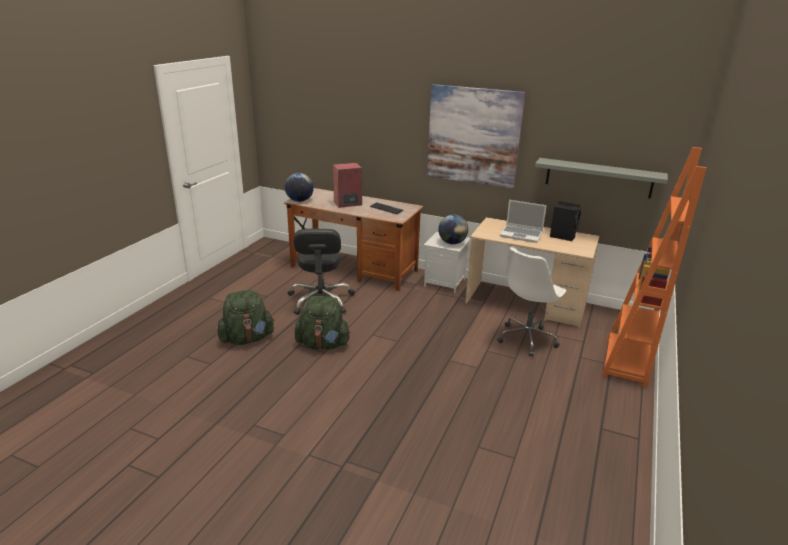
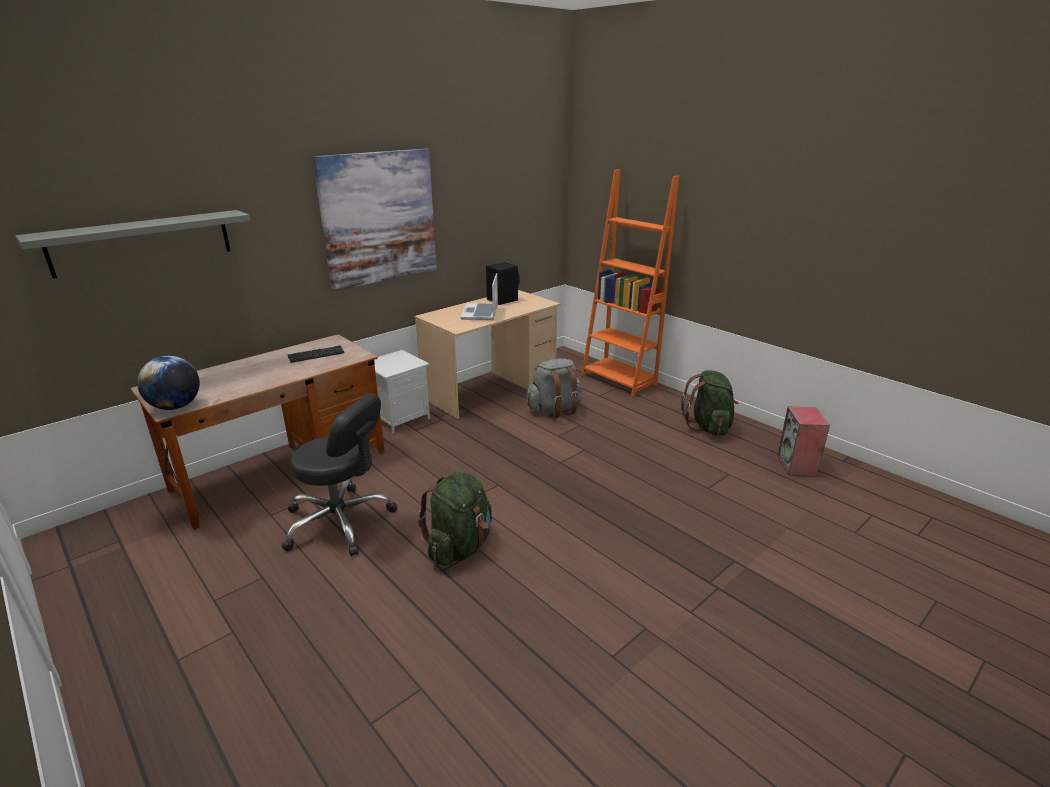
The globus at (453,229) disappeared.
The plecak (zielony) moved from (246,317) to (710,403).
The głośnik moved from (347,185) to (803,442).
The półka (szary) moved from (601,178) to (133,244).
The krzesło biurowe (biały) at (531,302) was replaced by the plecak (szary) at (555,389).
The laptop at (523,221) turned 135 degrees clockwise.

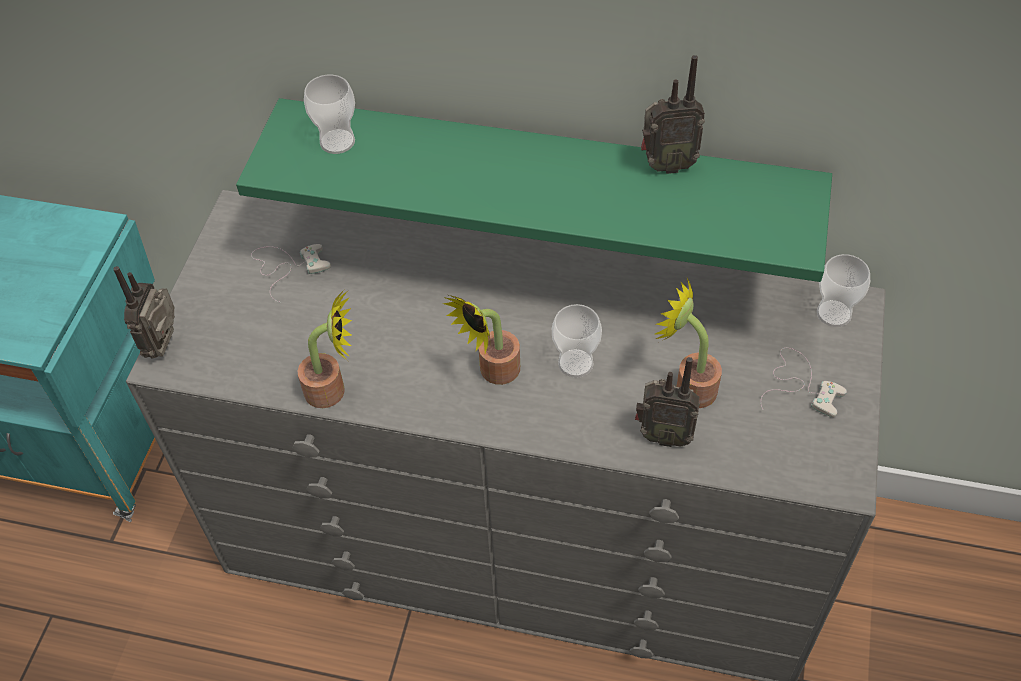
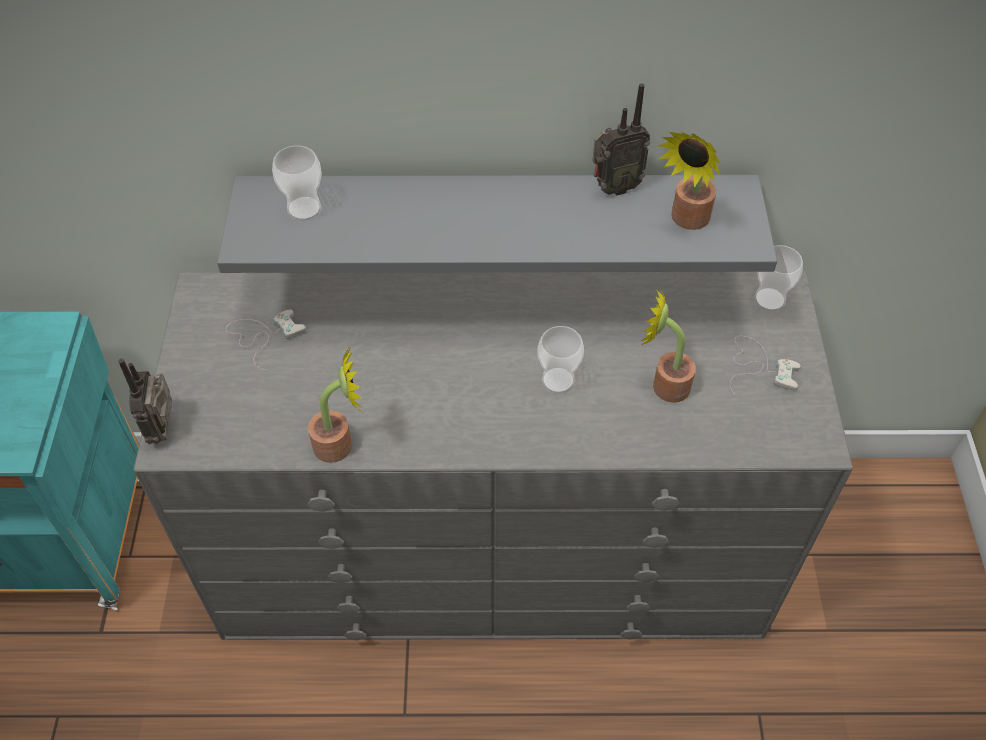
The radio at (667,402) disappeared.
The roślina doniczkowa moved from (481,340) to (689,181).
The półka (zielony) at (534,190) became the półka (szary) at (497,224).

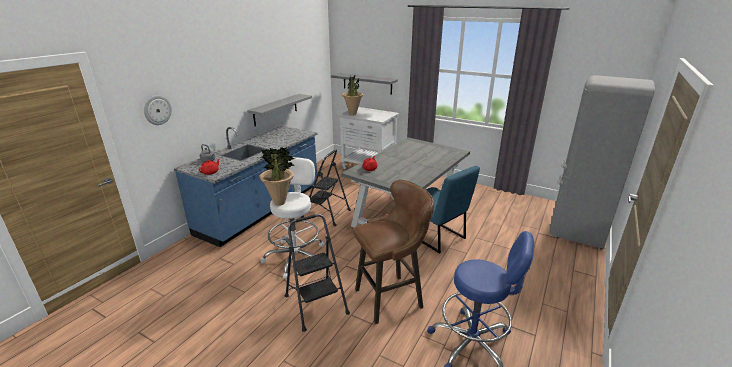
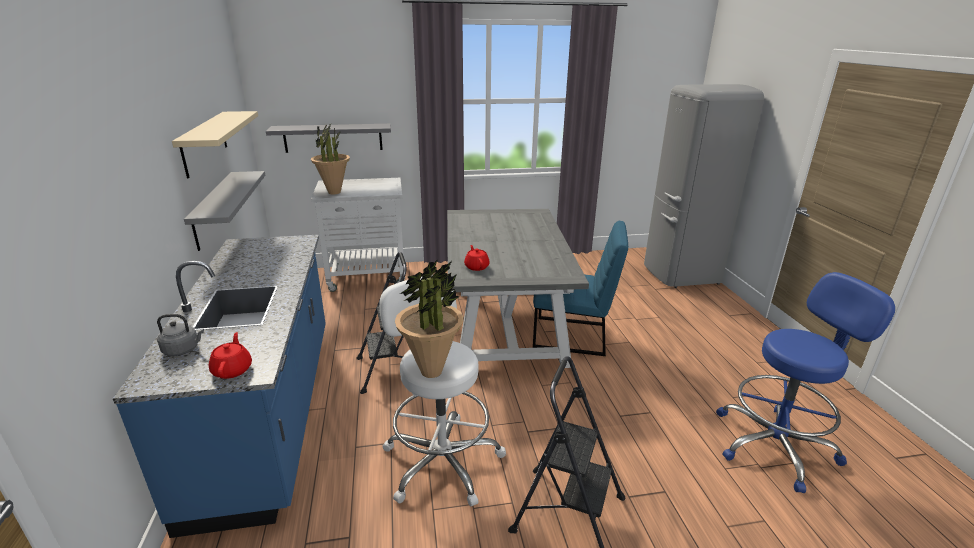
The zegar ścienny at (158,110) disappeared.
The stołek (brązowy) at (393,252) disappeared.
The półka (beżowy) at (215,145) appeared.

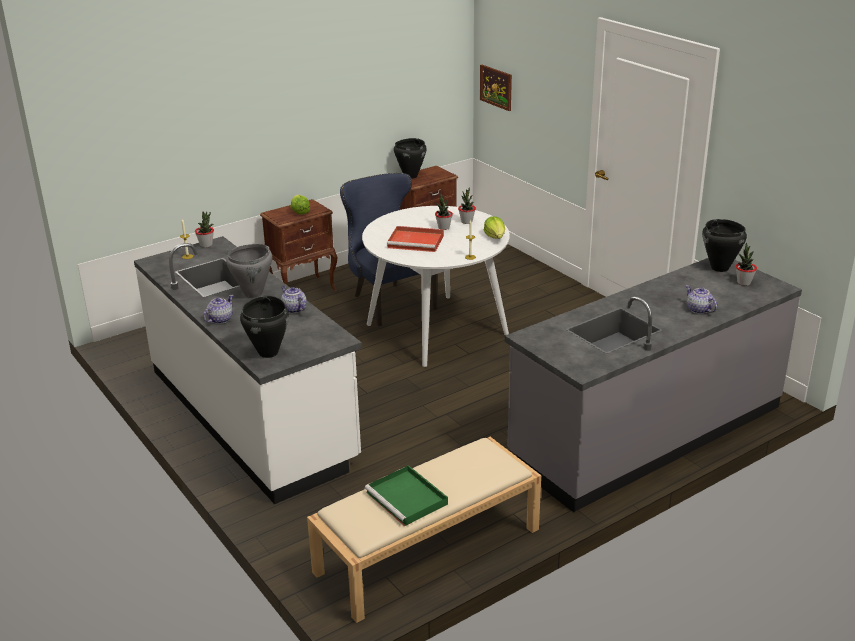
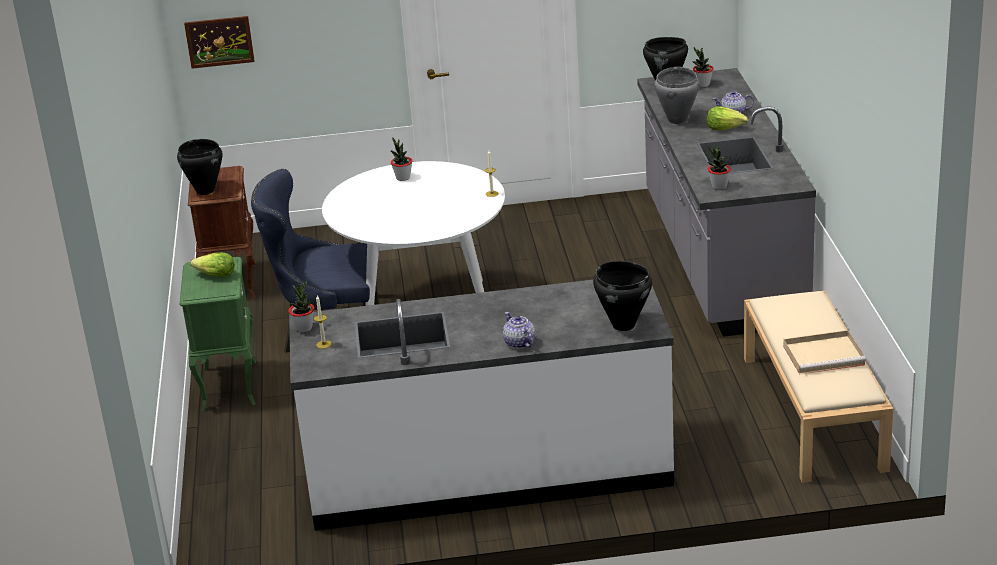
The imbryk at (293,299) disappeared.
The taca (czerwony) at (415,239) disappeared.
The garnek (szary) moved from (249,271) to (676,95).
The roślina doniczkowa moved from (444,212) to (719,168).
The sałata moved from (494,227) to (727,118).
The szafka nocna (brązowy) at (299,245) became the szafka nocna (zielony) at (218,334).
The taca (zielony) at (406,495) became the taca (beżowy) at (824,352).

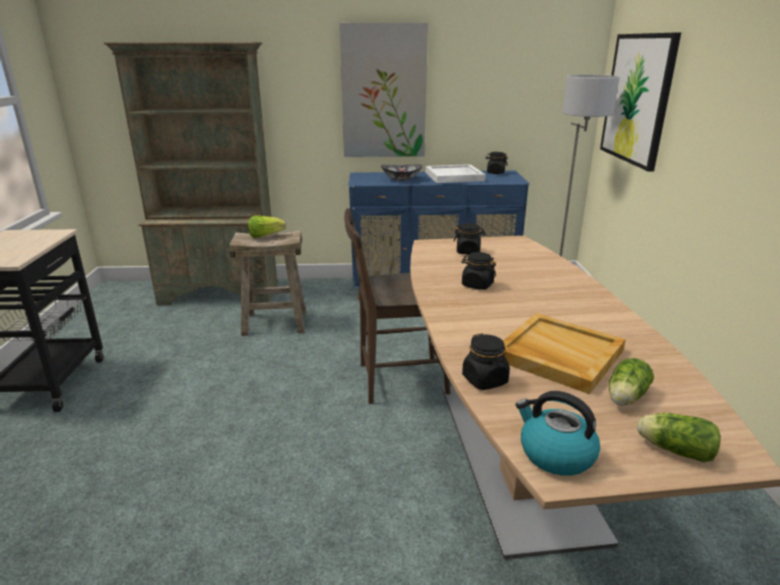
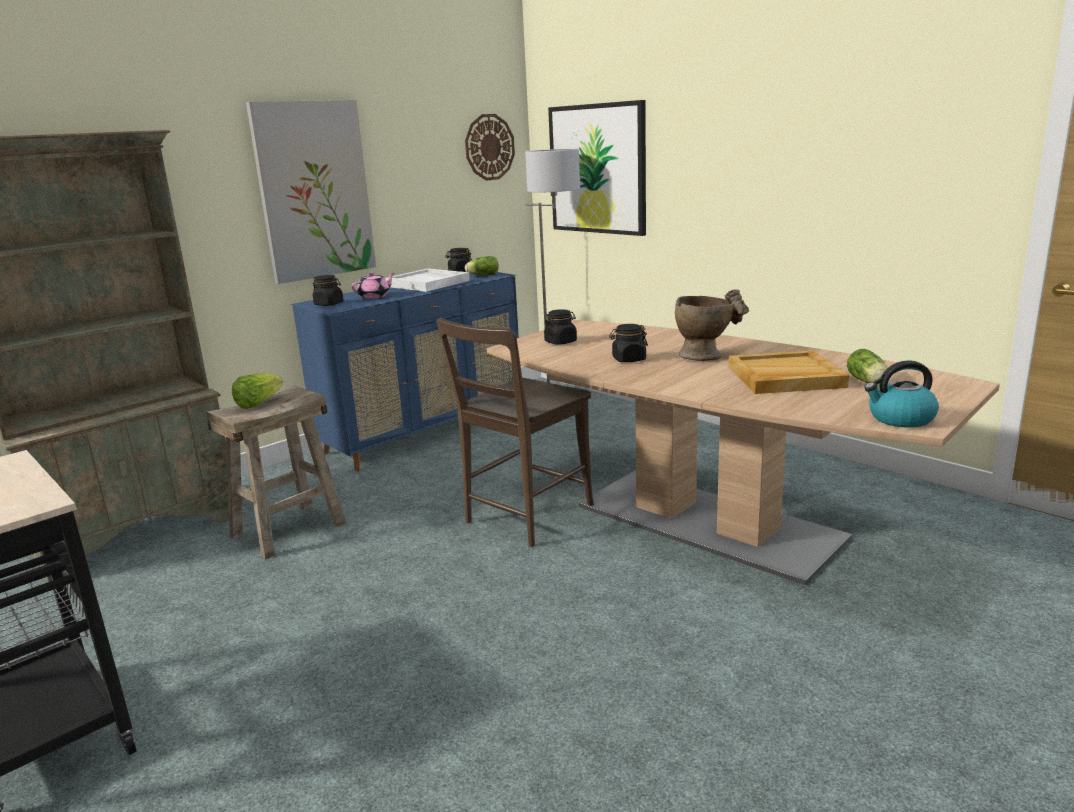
The zegar ścienny at (490,147) appeared.
The wazon (beżowy) at (712,325) appeared.
The słoik (czarny) moved from (486,361) to (328,290).
The sałata moved from (679,437) to (482,265).
The miska at (402,172) was replaced by the imbryk (różowy) at (373,285).

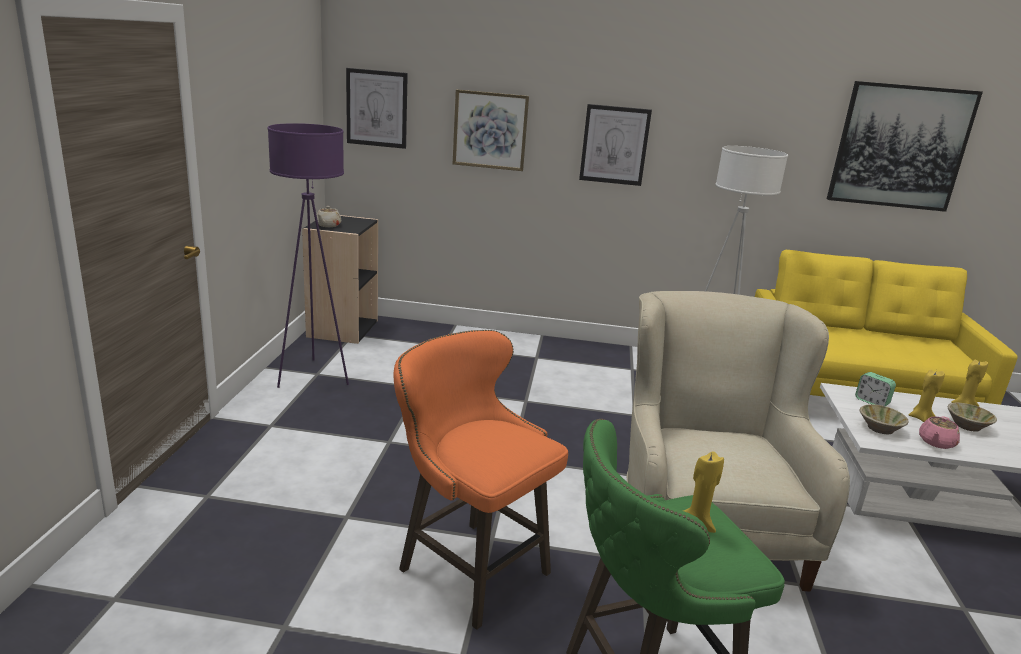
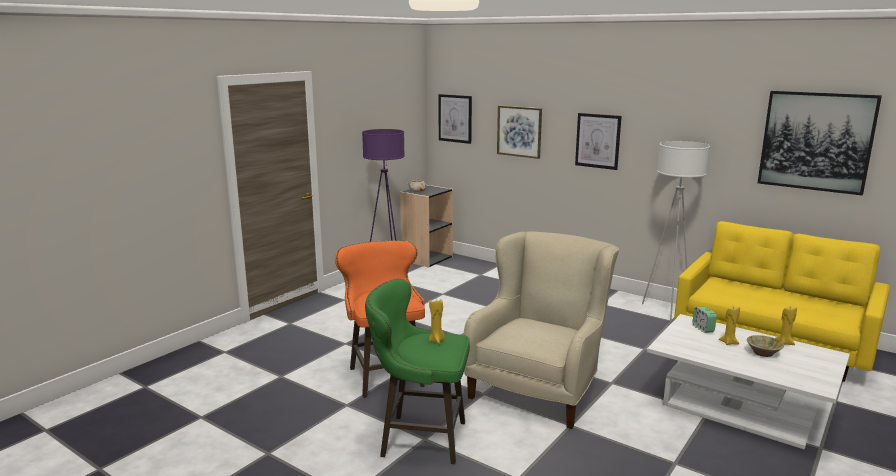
The miska (beżowy) at (884,419) disappeared.
The imbryk (różowy) at (939,432) disappeared.

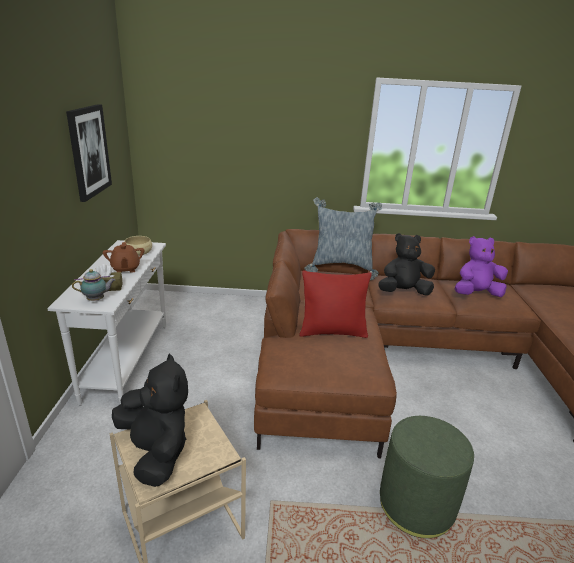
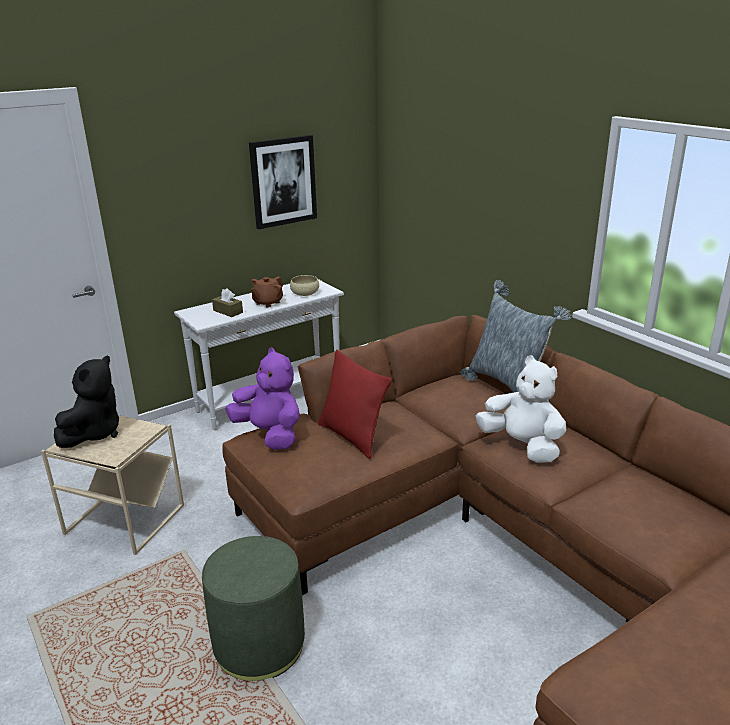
The imbryk at (93,285) disappeared.
The pluszak (fioletowy) moved from (481,266) to (262,399).
The pluszak (czarny) at (407,264) became the pluszak (biały) at (521,409).

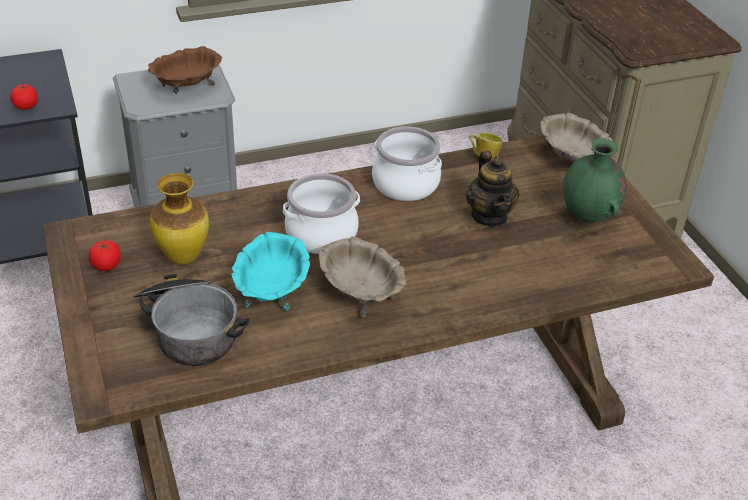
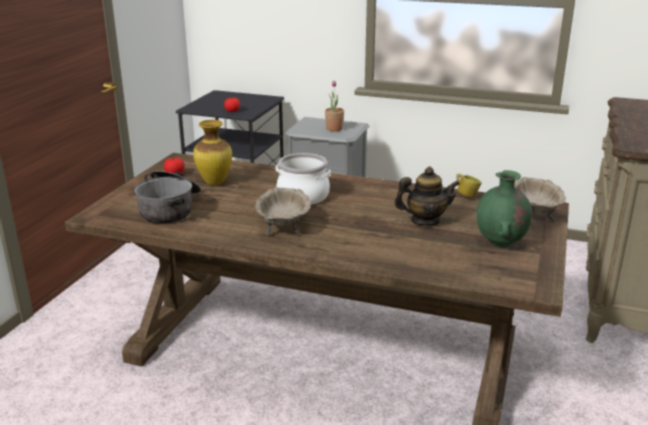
The miska (turkusowy) at (271,271) disappeared.
The garnek at (407,163) disappeared.
The miska (brązowy) at (185,70) was replaced by the roślina doniczkowa at (334,106).
The imbryk at (492,189) turned 120 degrees counterclockwise.

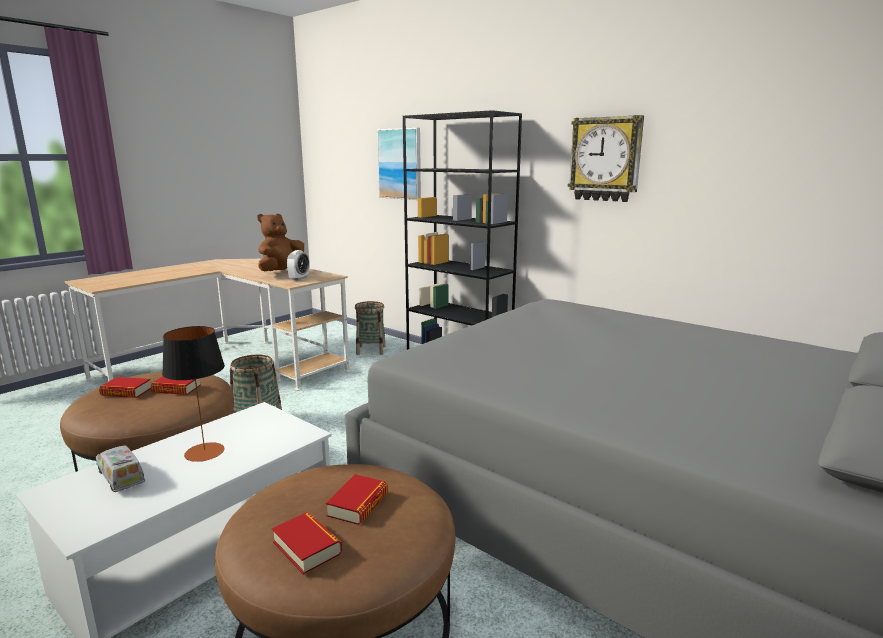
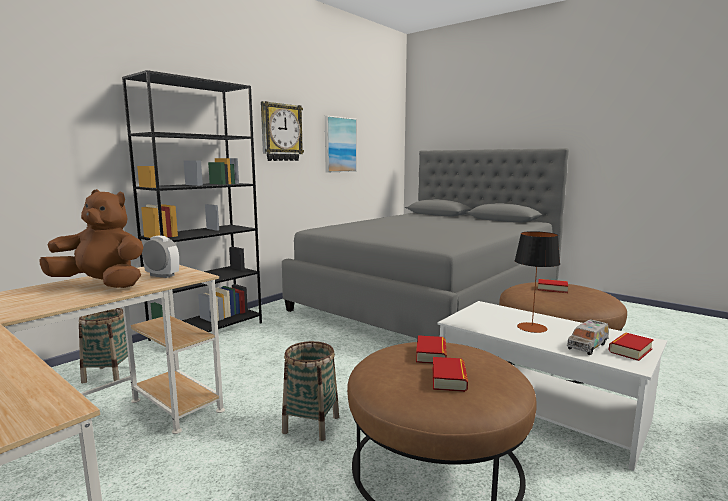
The książka moved from (307,543) to (631,347).
The obraz moved from (399,164) to (341,144).
The pluszak (brązowy) at (281,242) turned 150 degrees clockwise.

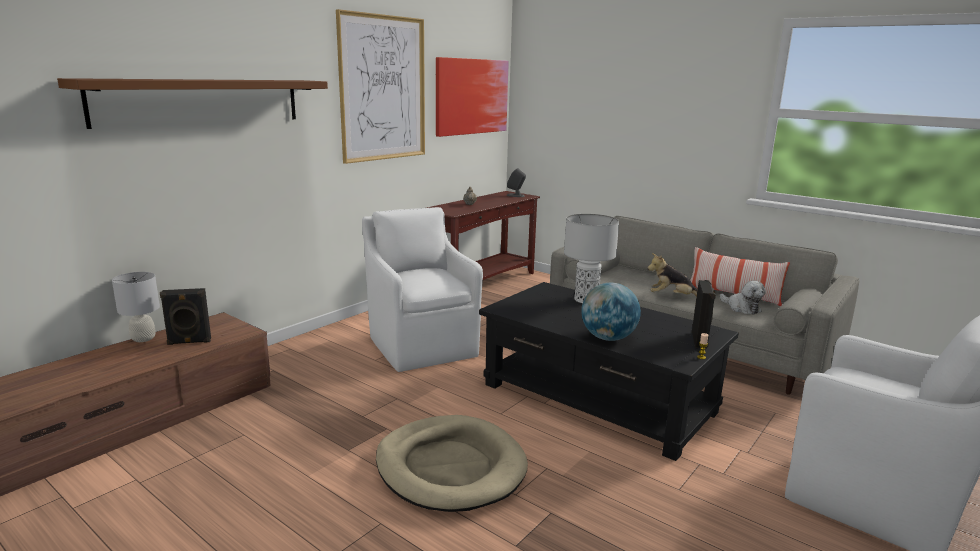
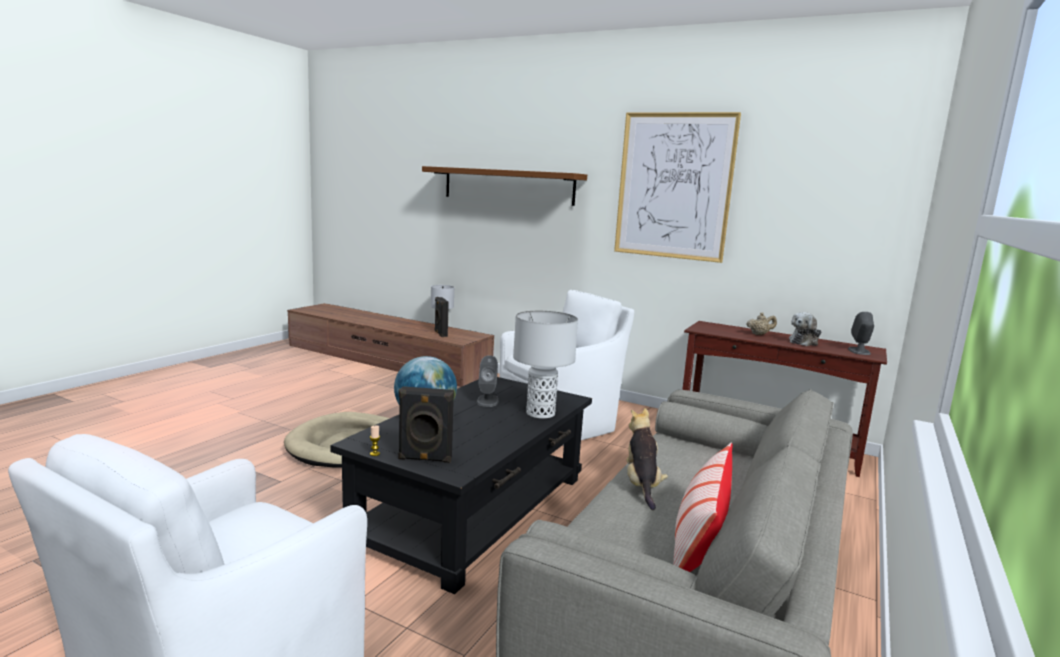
The obraz at (472,97) disappeared.
The głośnik (szary) at (488,381) appeared.
The pluszak moved from (743,298) to (805,329).

